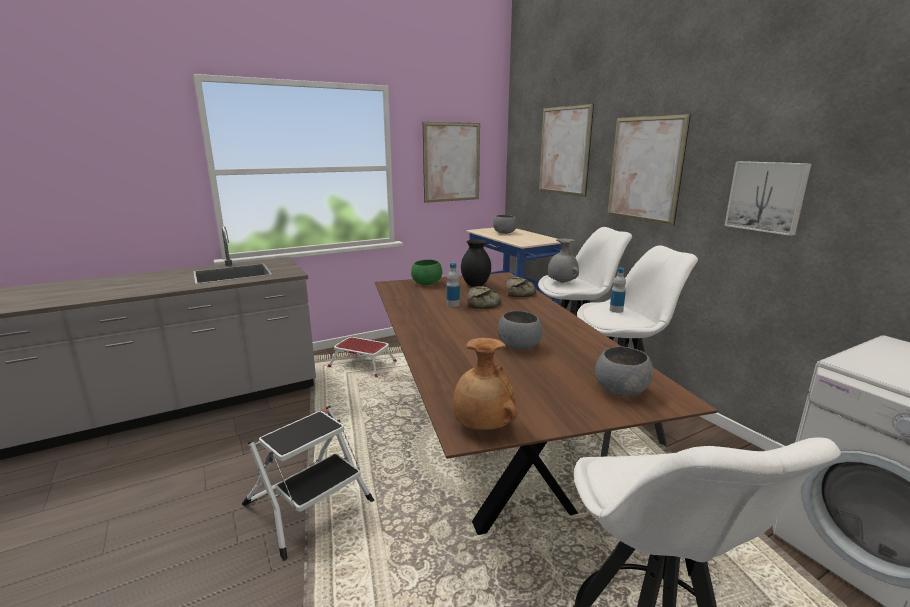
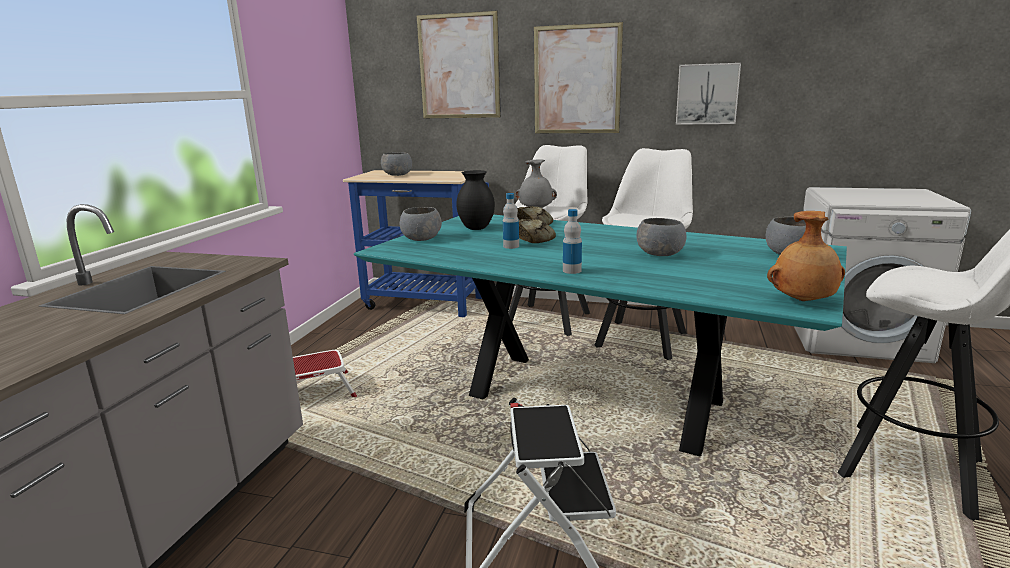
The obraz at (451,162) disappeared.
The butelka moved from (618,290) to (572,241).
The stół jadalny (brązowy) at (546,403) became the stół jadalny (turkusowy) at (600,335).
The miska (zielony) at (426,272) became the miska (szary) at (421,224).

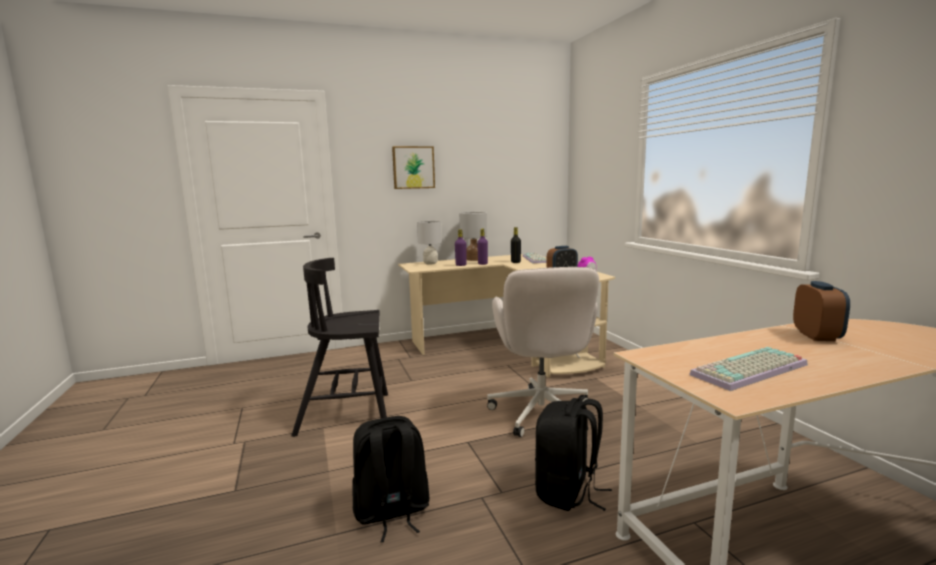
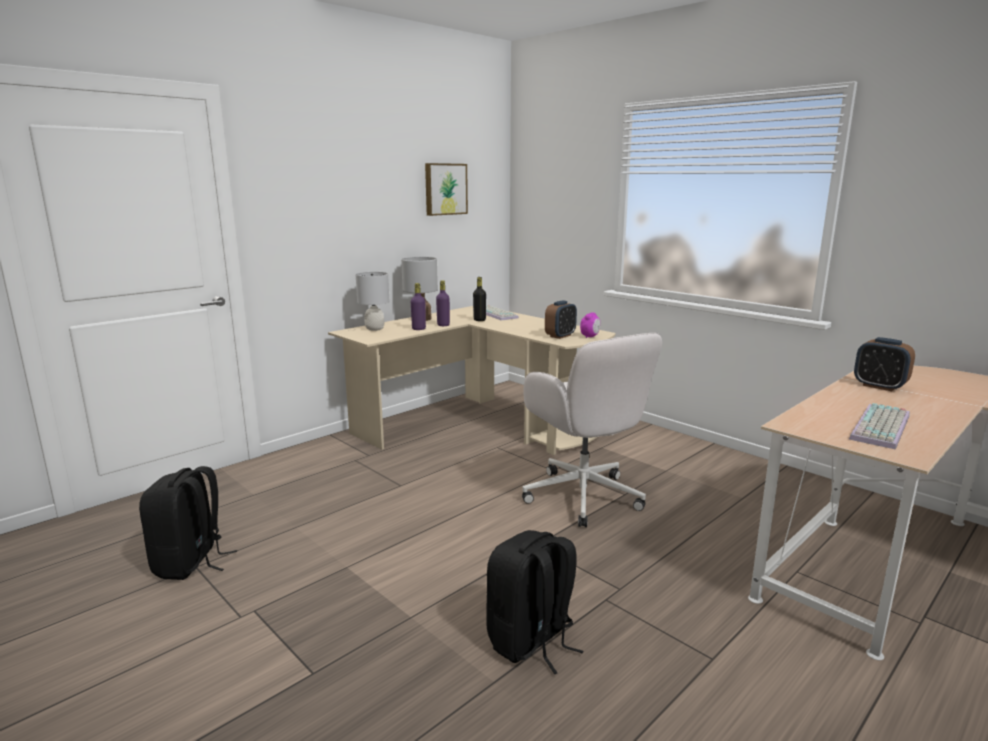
The krzesło (czarny) at (339,347) disappeared.
The obraz moved from (413,167) to (446,189).
The plecak (czarny) moved from (573,454) to (188,523).
The budzik at (821,311) turned 150 degrees clockwise.

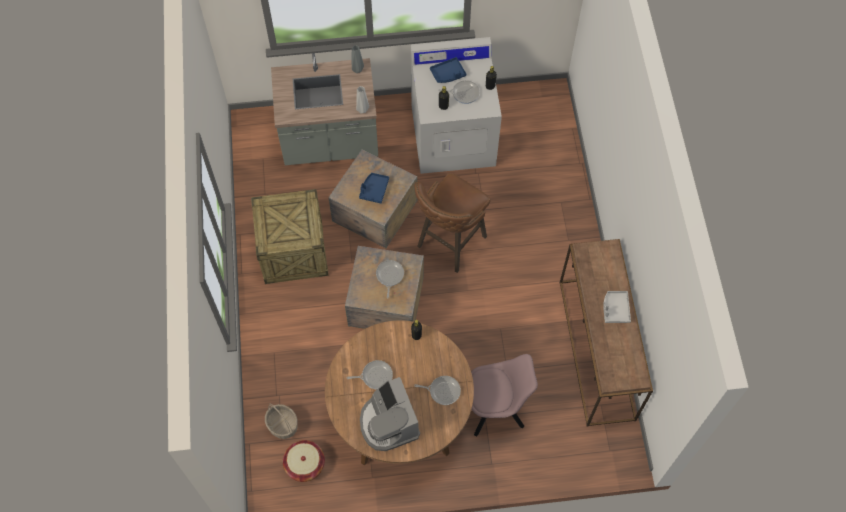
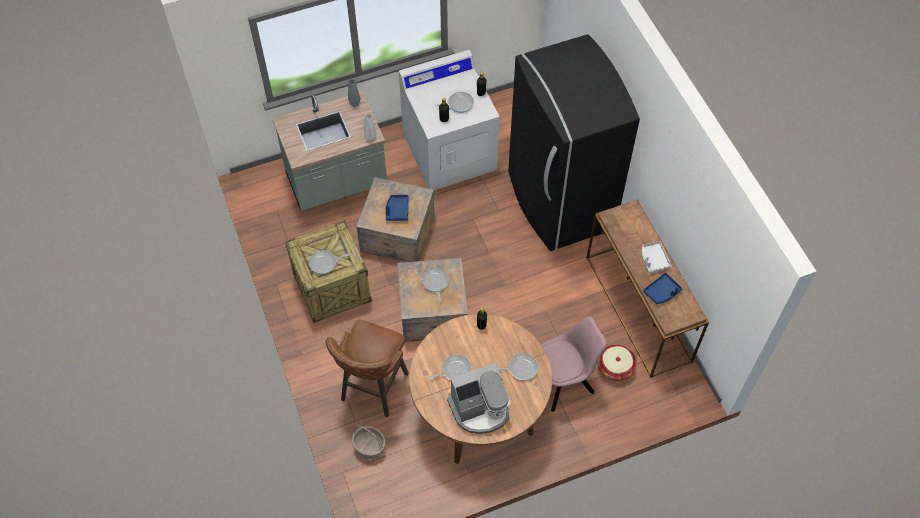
The patelnia at (329,262) appeared.
The lodówka (czarny) at (574,142) appeared.
The koszyk moved from (304,461) to (617,363).
The stołek (brązowy) moved from (452,223) to (367,369).
The taca (niebieski) moved from (448,70) to (663,288).
The ekspres do kawy at (390,414) turned 75 degrees counterclockwise.

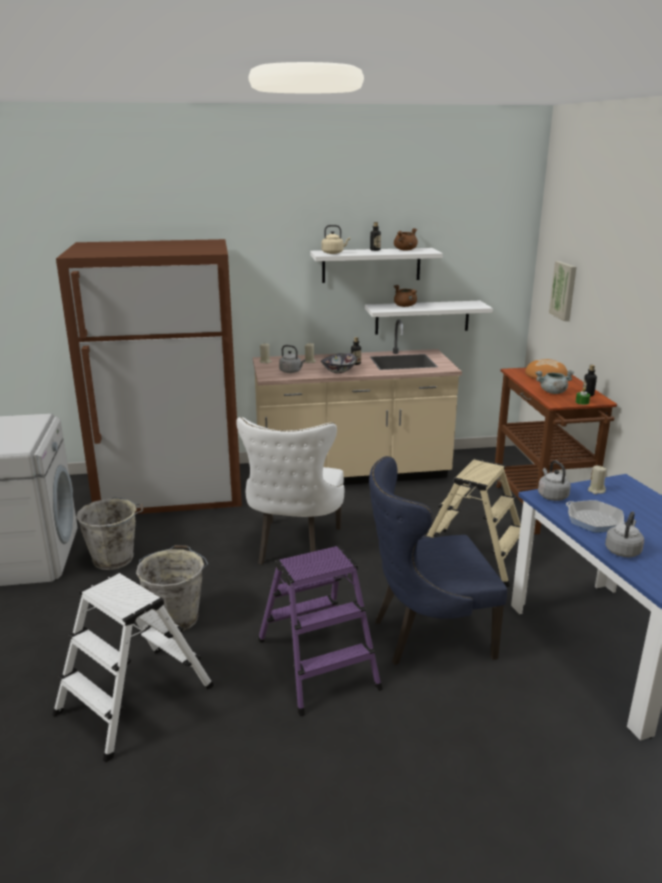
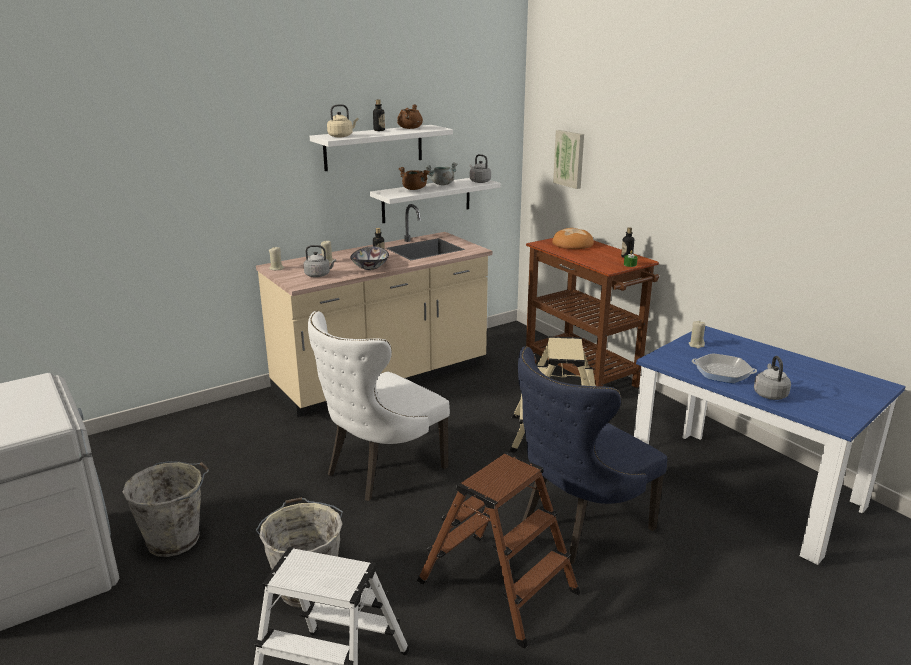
The lodówka (brązowy) at (149,376) disappeared.
The garnek (szary) moved from (555,382) to (441,173).
The czajnik (szary) moved from (554,480) to (480,168).
The drabinka (fioletowy) at (320,630) became the drabinka (brązowy) at (498,550).
The krzesło (biały) at (290,491) turned 60 degrees clockwise.

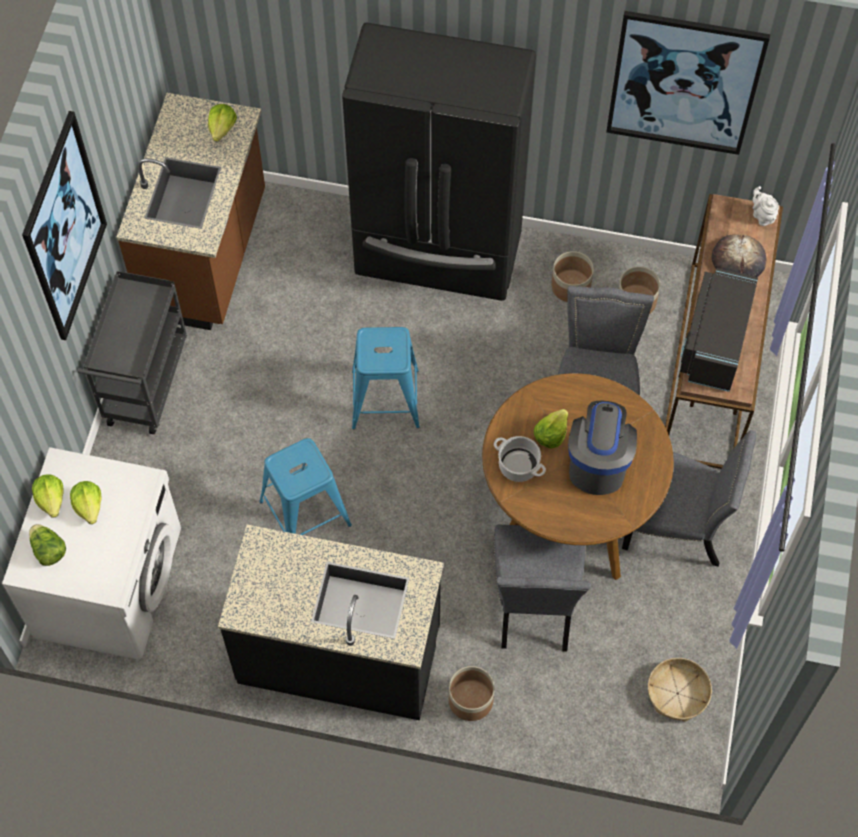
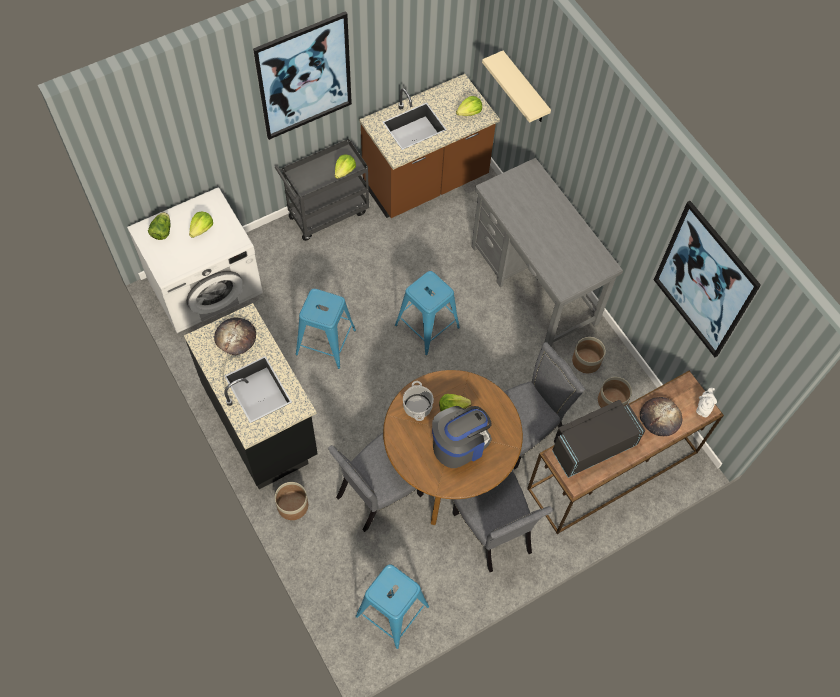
The chleb at (235,336) appeared.
The półka (beżowy) at (516,87) appeared.
The sałata moved from (48,496) to (345,166).
The lodówka (czarny) at (439,162) was replaced by the biurko (szary) at (547,252).
The koszyk at (680,690) was replaced by the stołek (niebieski) at (392,606).

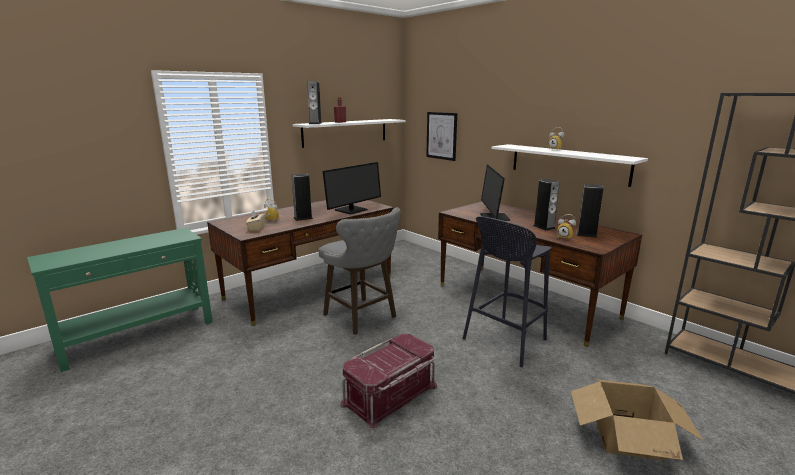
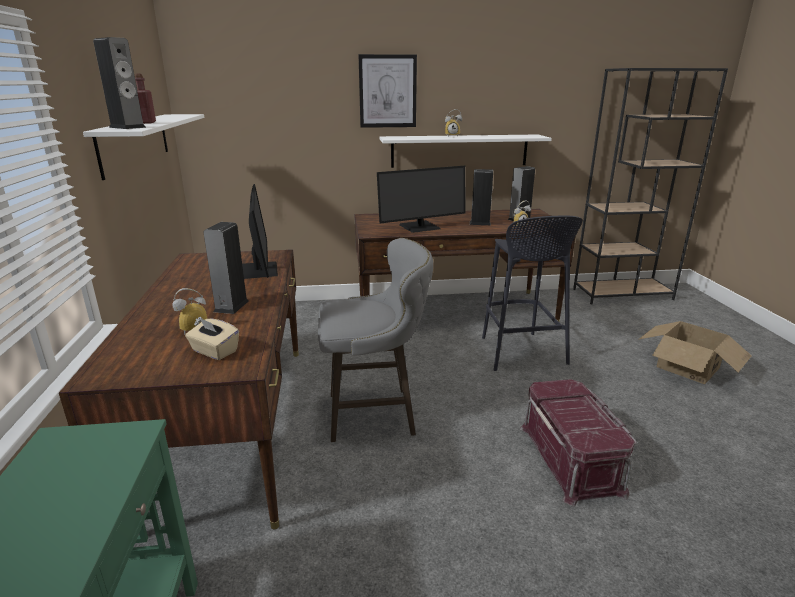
The obraz moved from (441,136) to (388,91).
The monitor at (495,192) turned 60 degrees counterclockwise.

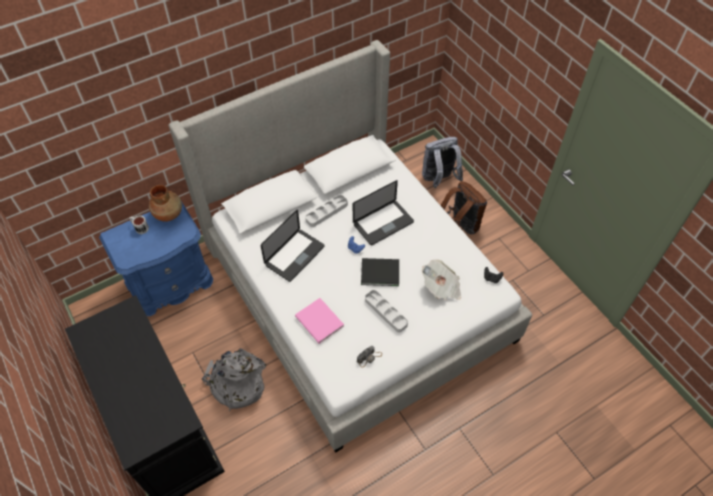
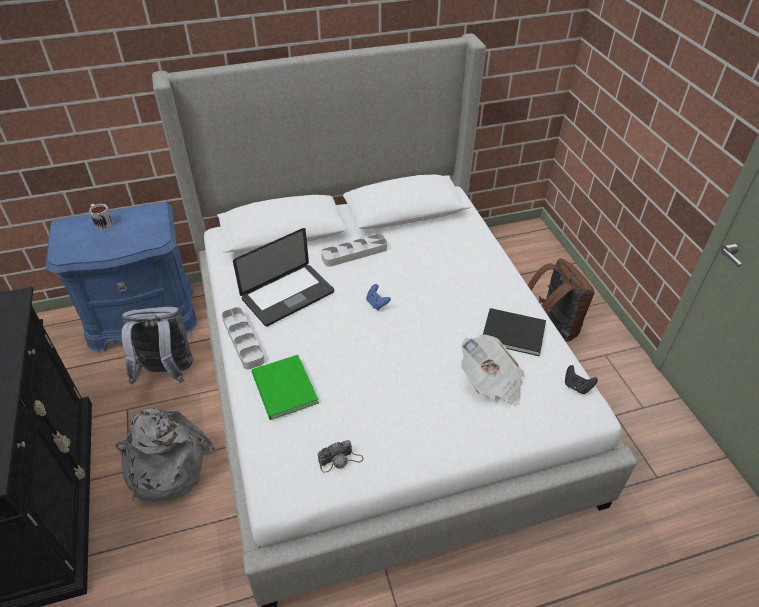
The wazon (brązowy) at (165,203) disappeared.
The laptop at (383,212) disappeared.
The książka (czarny) moved from (380,272) to (514,332).
The taca (szary) moved from (386,311) to (243,338).
The plecak (szary) moved from (442,162) to (157,346).
The książka (różowy) at (319,321) became the książka (zielony) at (285,387).

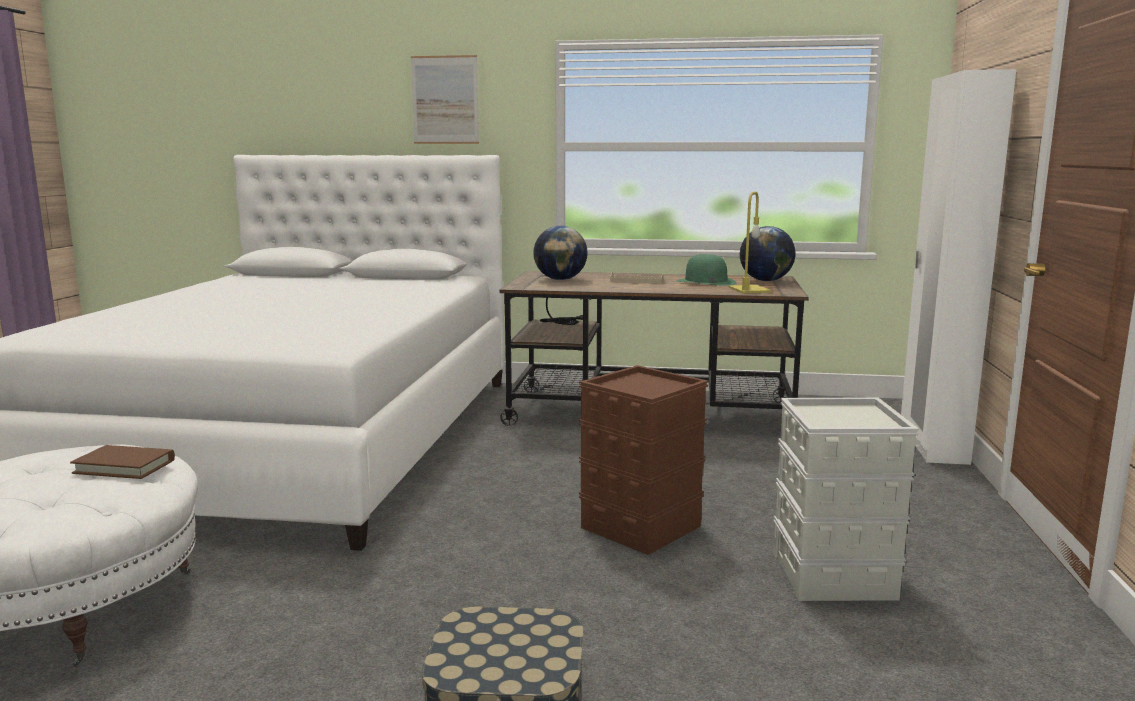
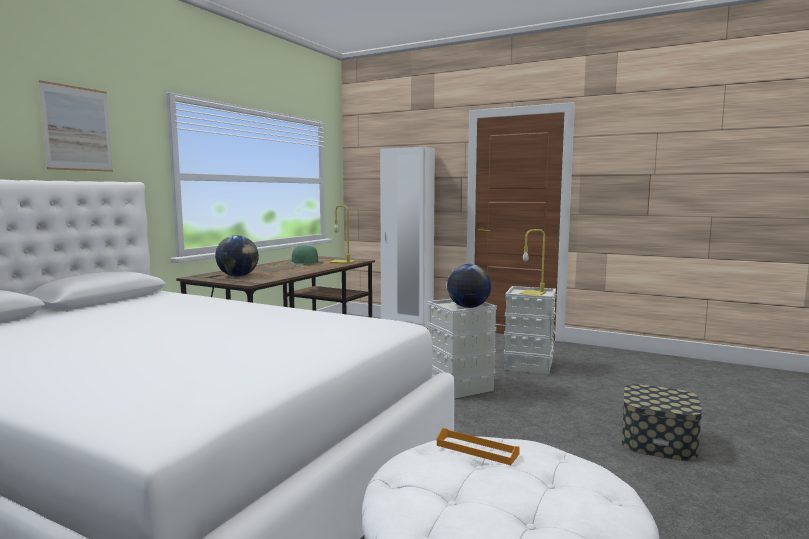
The lampa stołowa (żółty) at (532,262) appeared.
The globus moved from (768,253) to (469,286).
The książka (brązowy) at (122,462) was replaced by the taca (pomarańczowy) at (478,446).
The pojemnik do przechowywania (brązowy) at (643,460) became the pojemnik do przechowywania (szary) at (462,349).

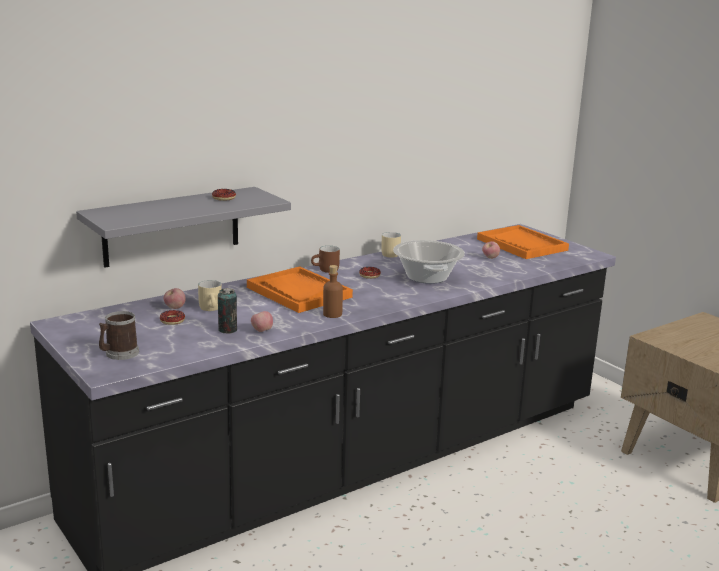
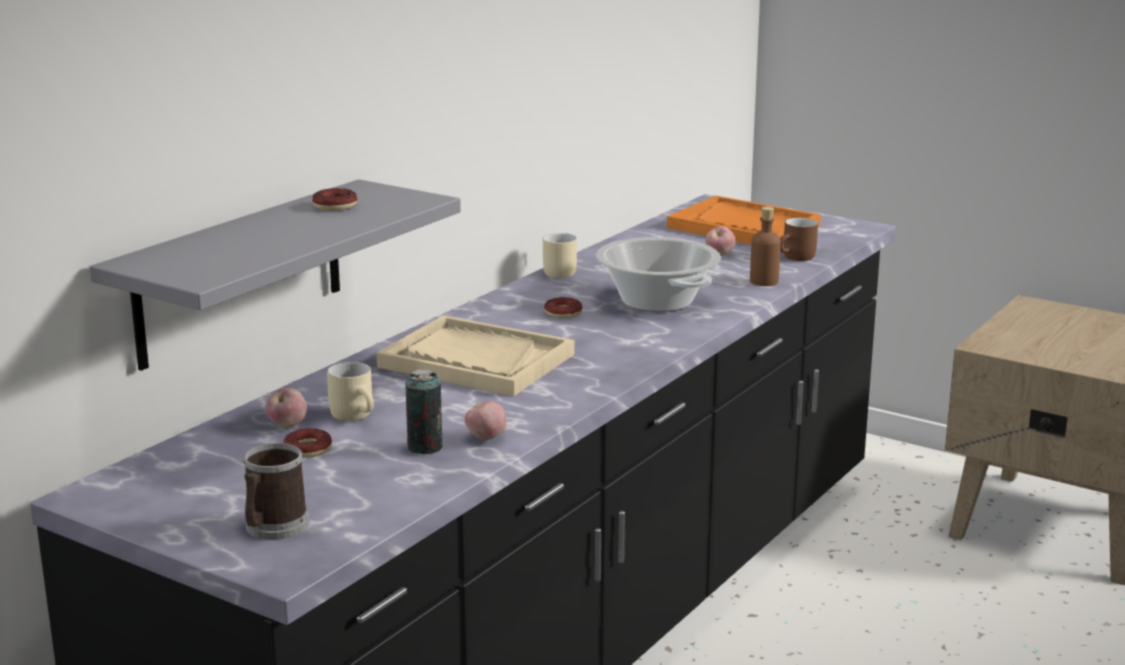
The kubek (brązowy) moved from (325,259) to (799,239).
The butelka (brązowy) moved from (333,291) to (765,246).
The taca (pomarańczowy) at (300,289) became the taca (beżowy) at (476,355).

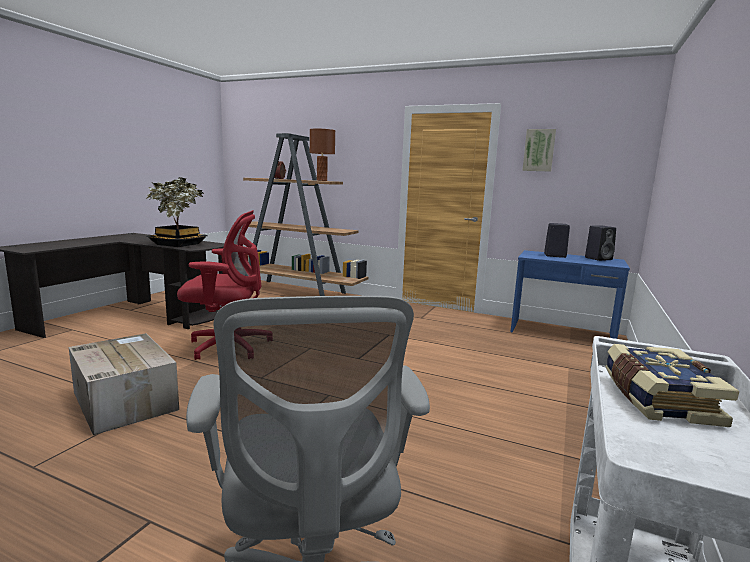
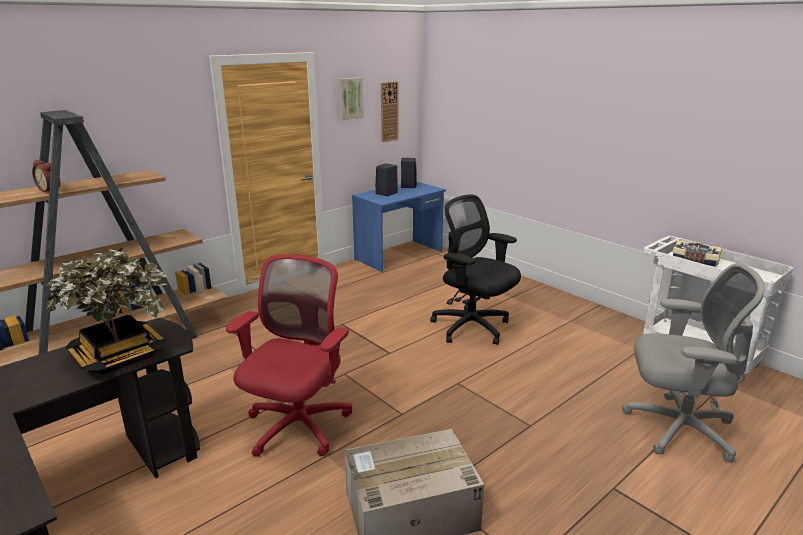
The lampa stołowa (brązowy) at (322,154) disappeared.
The zegar ścienny at (389,111) appeared.
The krzesło biurowe (czarny) at (475,269) appeared.

